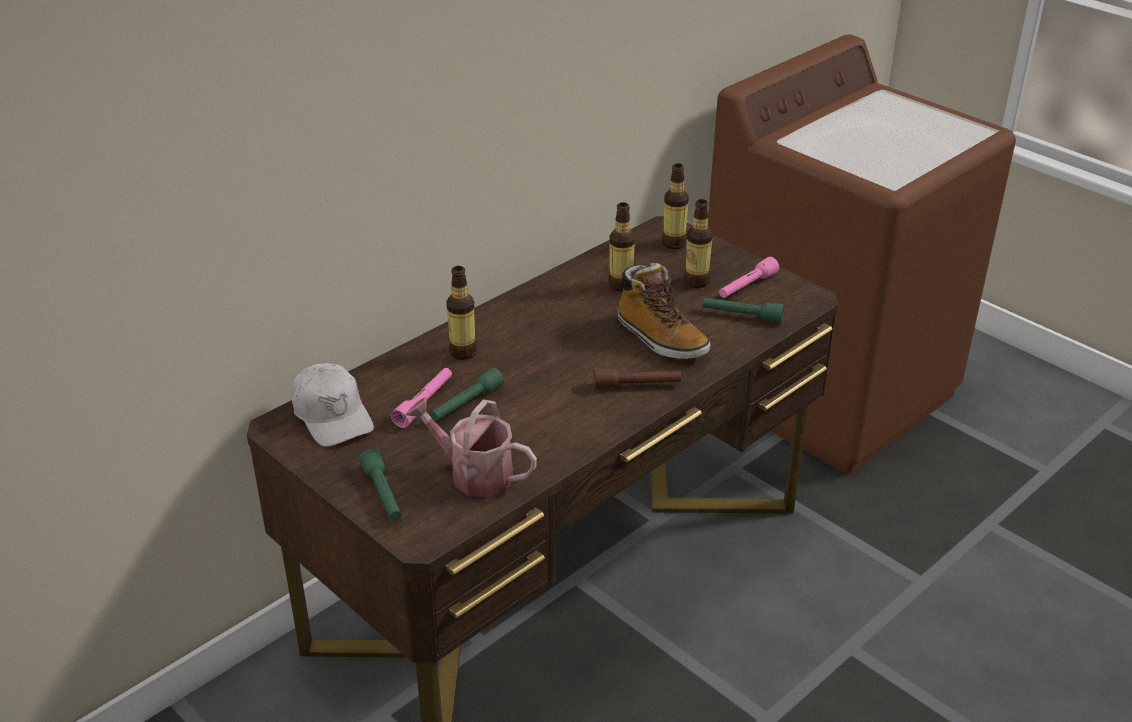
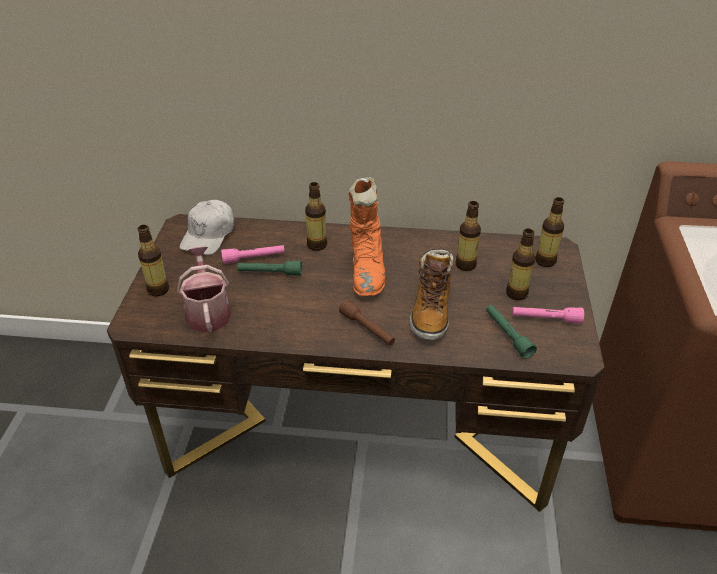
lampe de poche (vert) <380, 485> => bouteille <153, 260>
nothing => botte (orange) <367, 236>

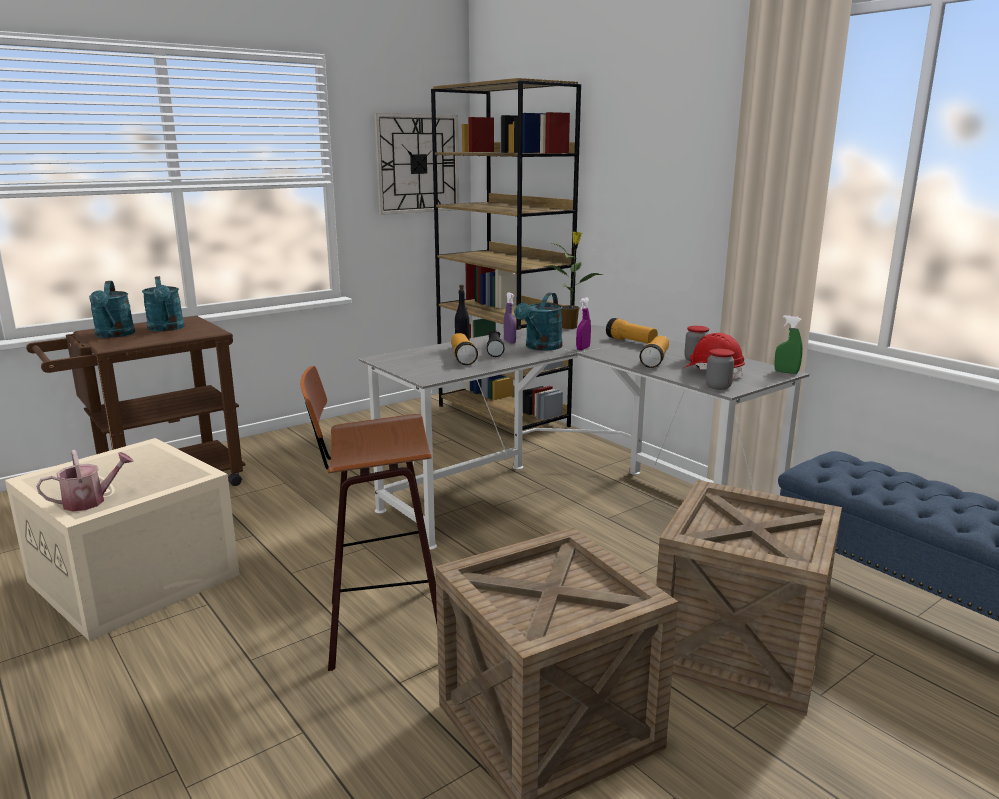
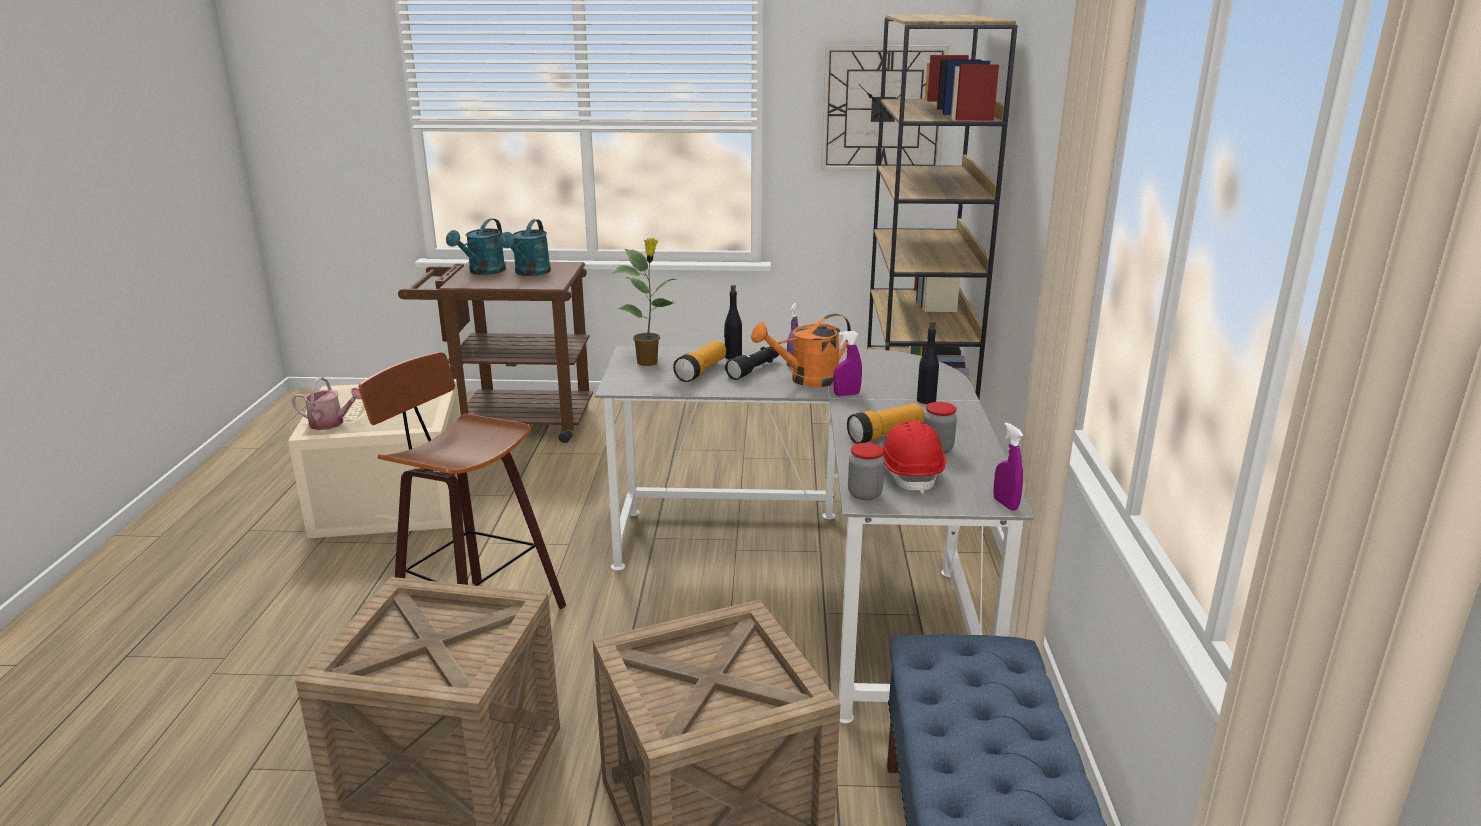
plante en pot <574, 280> => plante en pot <644, 302>, move
arrosoir (turquoise) <538, 322> => arrosoir (orange) <801, 350>
lampe de poche <632, 330> => bouteille (noir) <928, 362>
vaporisateur (vert) <788, 344> => vaporisateur (violet) <1008, 466>

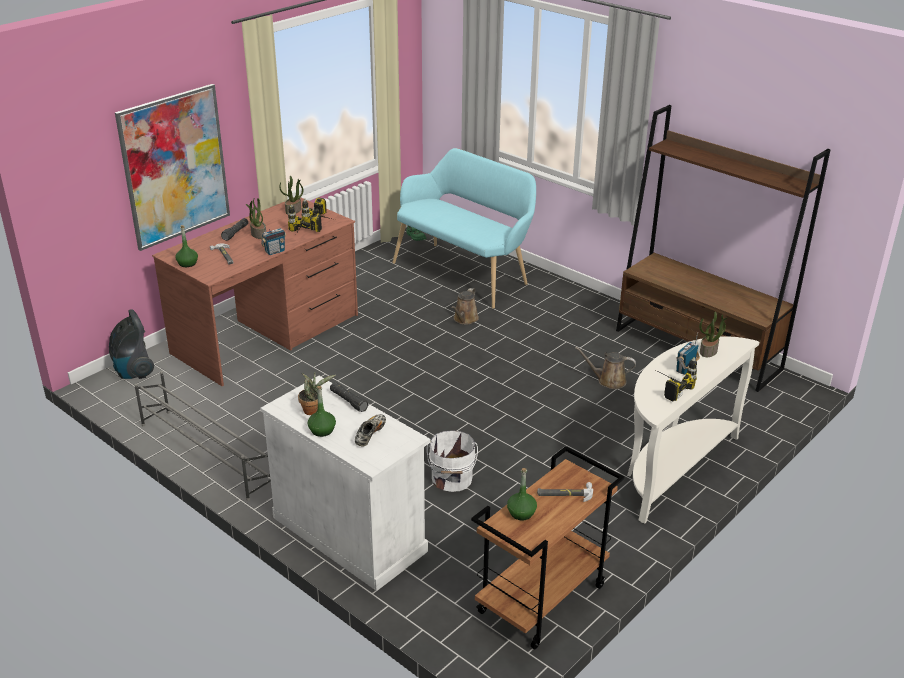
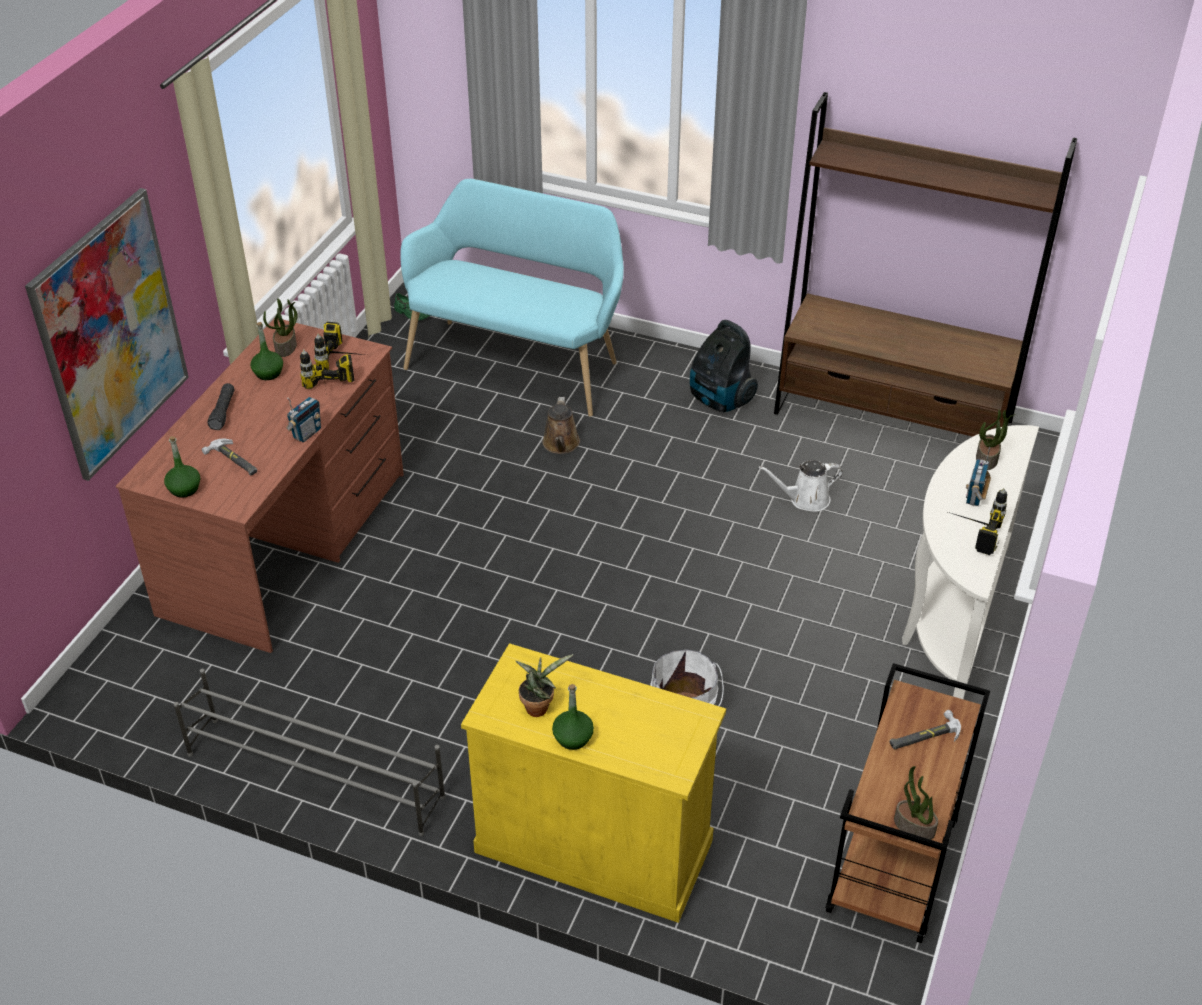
bouteille (vert) <522, 494> => bouteille (vert) <266, 351>, move
meuble de rangement (blanc) <345, 483> => meuble de rangement (jaune) <593, 783>
aspirateur <131, 344> => aspirateur <724, 366>, move
arrosoir (marron) <605, 368> => arrosoir (blanc) <801, 486>
plante en pot <256, 218> => plante en pot <916, 803>, move
lampe de poche (noir) <349, 397> => nothing
chaussure <370, 430> => nothing

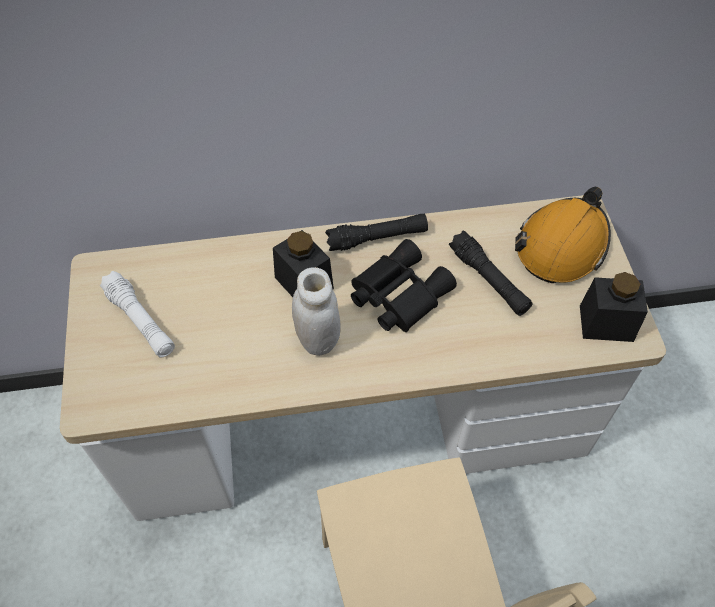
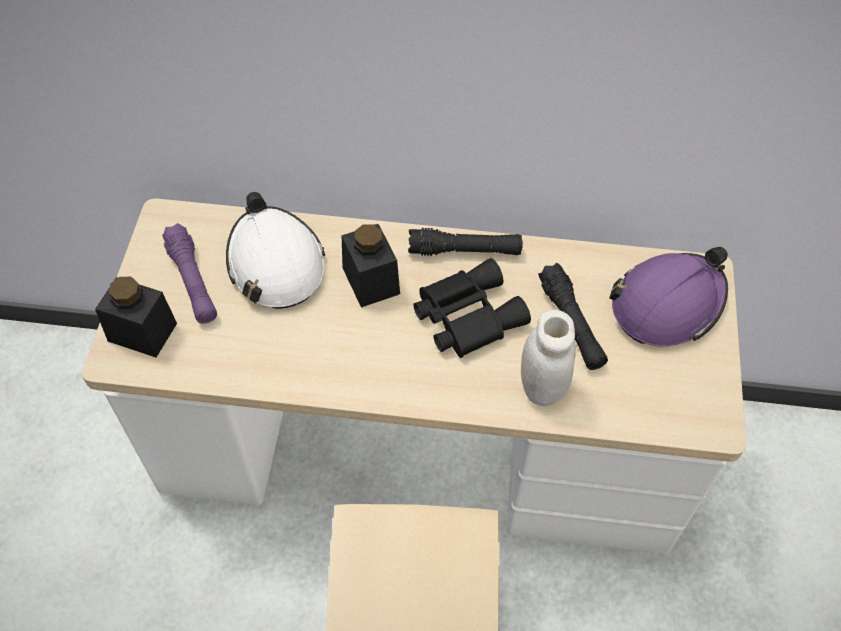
bocal (noir) <614, 307> => bocal (noir) <136, 317>, move
lampe de poche (blanc) <137, 314> => lampe de poche (violet) <189, 273>
nothing => casque de chantier (blanc) <275, 250>
bocal (blanc) <316, 311> => bocal (blanc) <548, 358>, move
casque de chantier (orange) <563, 235> => casque de chantier (violet) <668, 296>

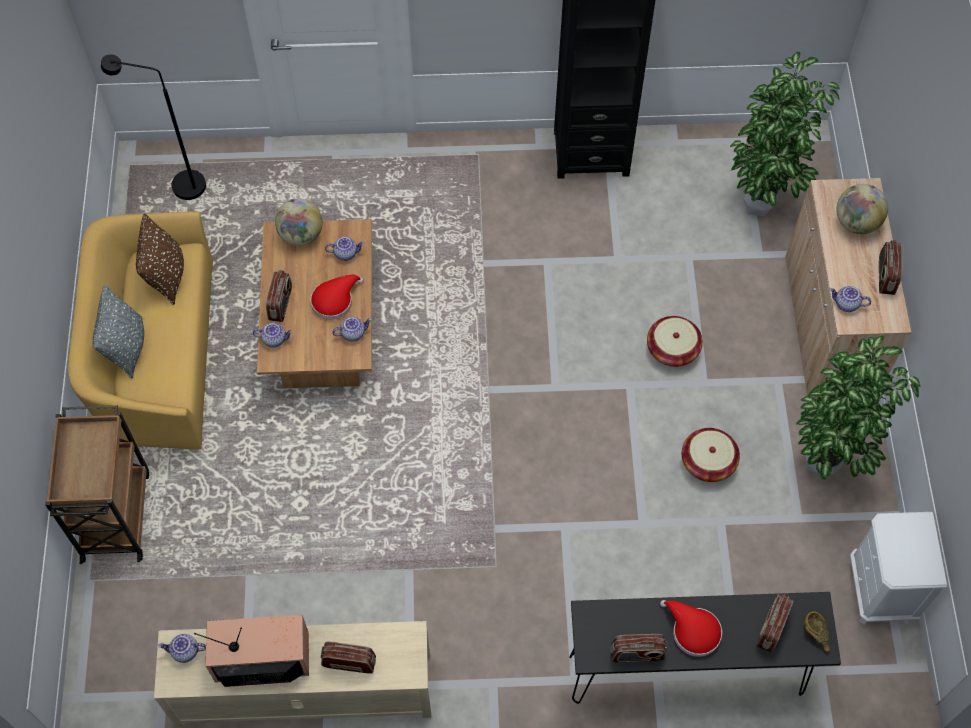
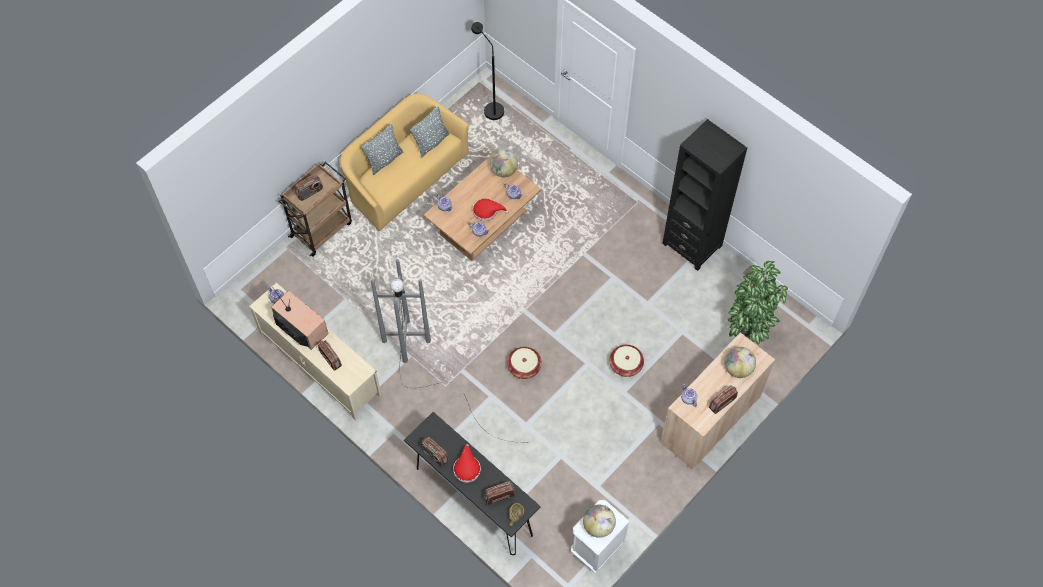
radio <279, 296> => radio <309, 187>, move
nothing => lampadaire (gris) <450, 351>
coussin (marron) <160, 259> => coussin (gris) <429, 132>
panier <711, 455> => panier <524, 363>, move
nothing => globe <599, 521>
plante en pot <858, 407> => nothing

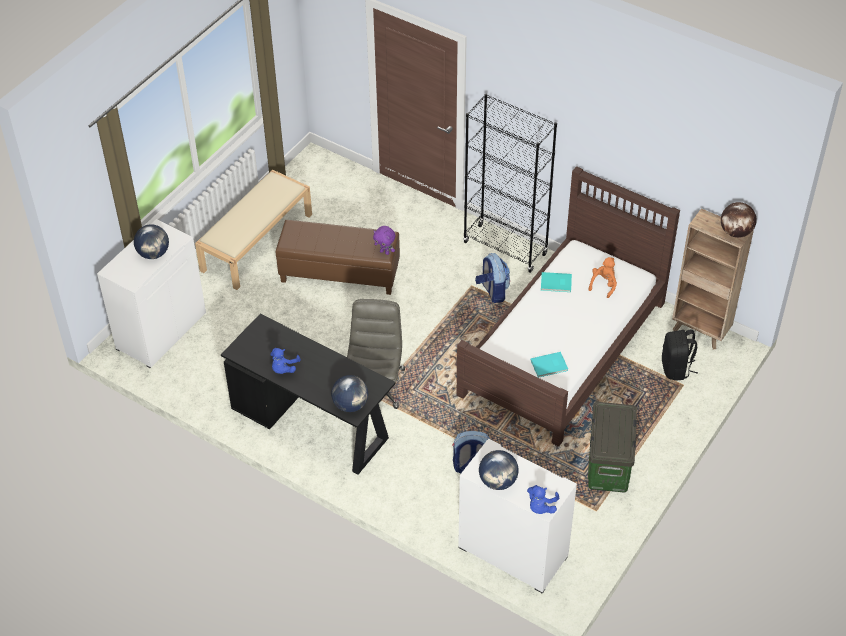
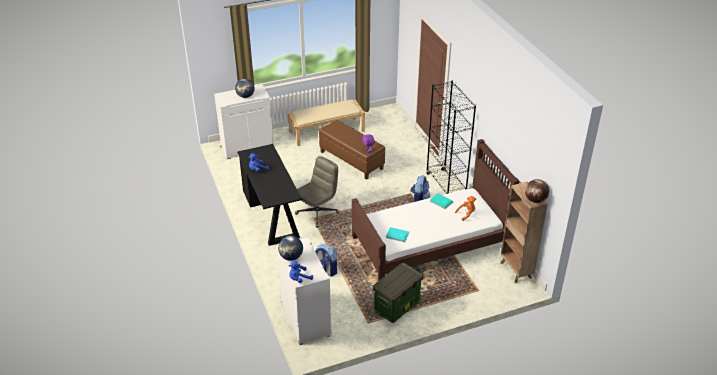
globe <349, 393> => nothing
sac à dos (noir) <680, 354> => nothing

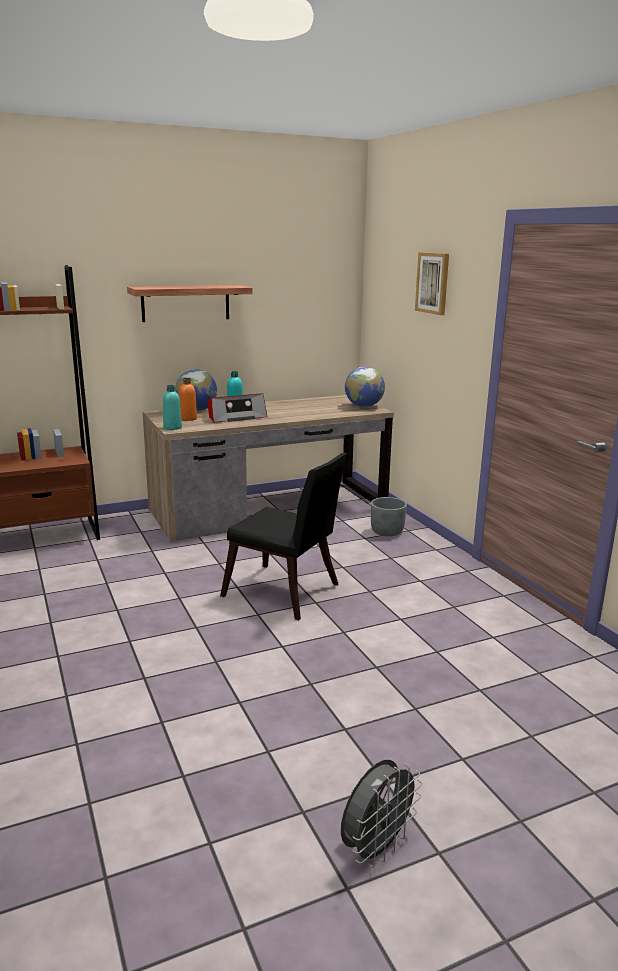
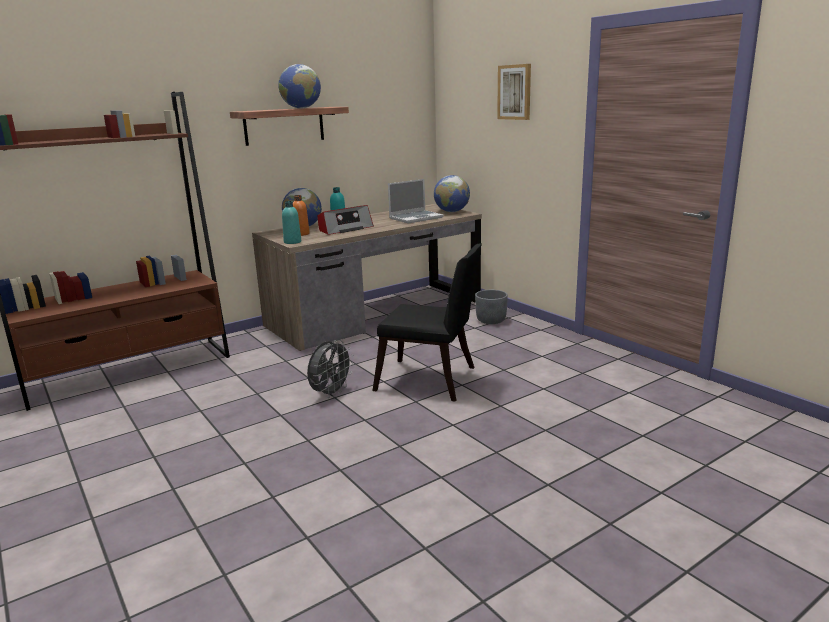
nothing => globe <299, 86>
ventilateur (gris) <381, 813> => ventilateur (gris) <330, 369>, move
nothing => ordinateur portable <416, 201>

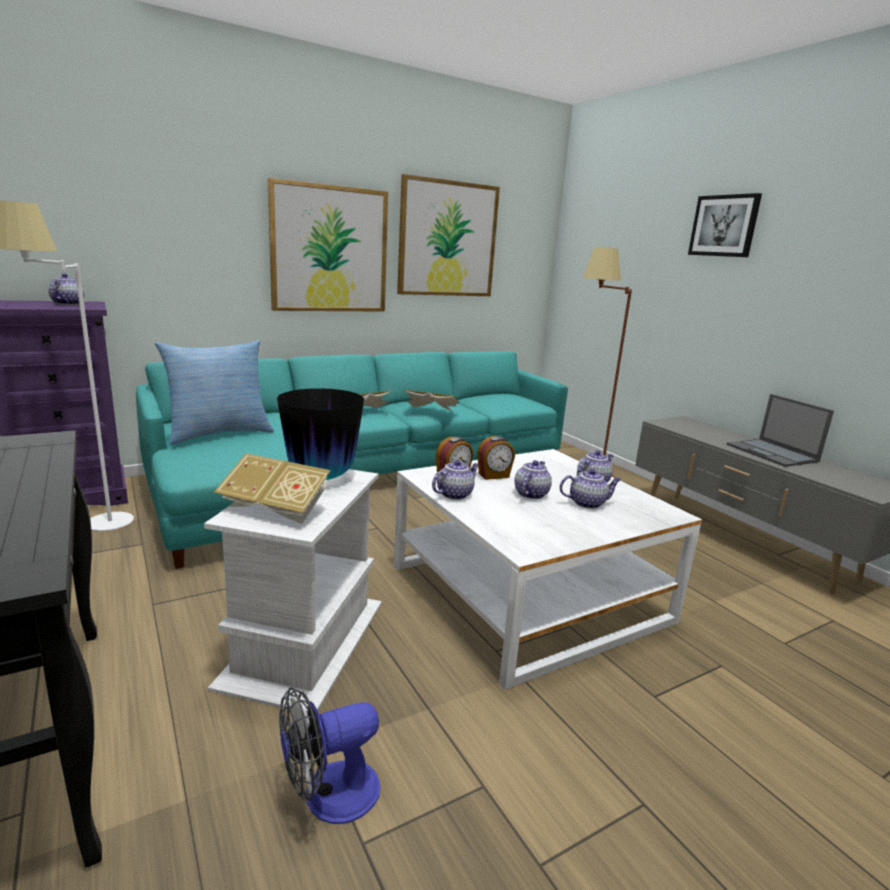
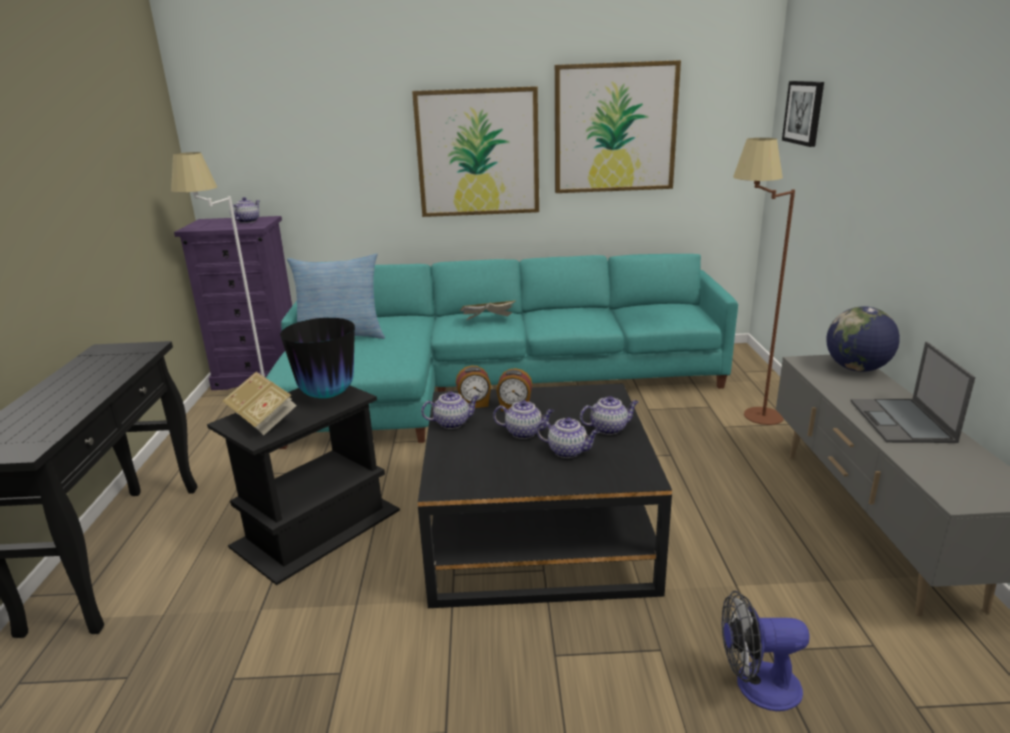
table d'appoint (blanc) <293, 591> => table d'appoint (noir) <303, 485>
table basse (blanc) <548, 569> => table basse (noir) <545, 495>
théière <533, 479> => théière <523, 419>, 45 degrees clockwise
ventilateur <329, 755> => ventilateur <766, 650>, move
tableau <725, 225> => tableau <803, 114>, move
nothing => globe <863, 339>
livre <432, 401> => nothing

